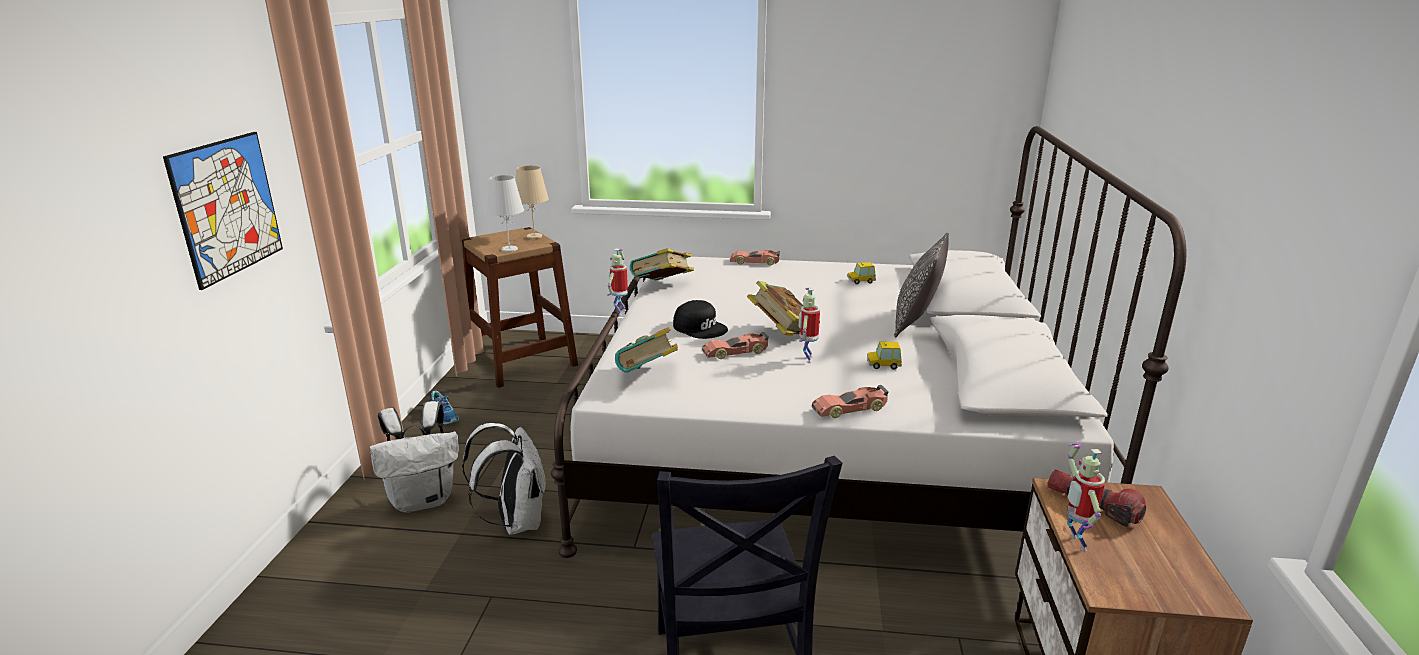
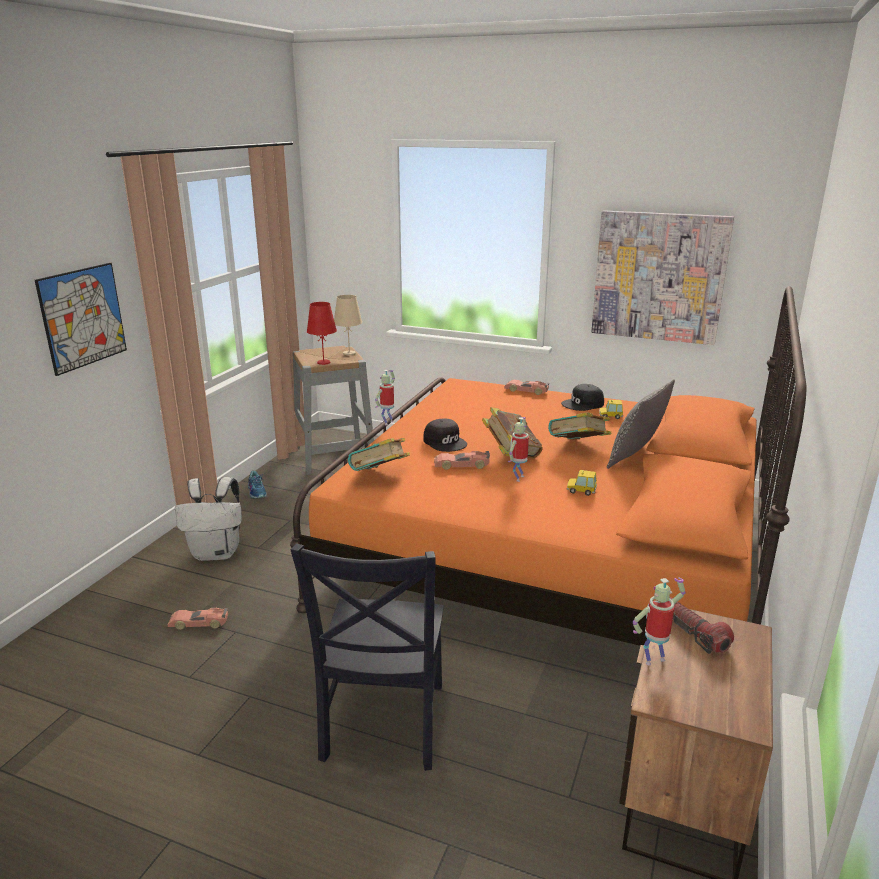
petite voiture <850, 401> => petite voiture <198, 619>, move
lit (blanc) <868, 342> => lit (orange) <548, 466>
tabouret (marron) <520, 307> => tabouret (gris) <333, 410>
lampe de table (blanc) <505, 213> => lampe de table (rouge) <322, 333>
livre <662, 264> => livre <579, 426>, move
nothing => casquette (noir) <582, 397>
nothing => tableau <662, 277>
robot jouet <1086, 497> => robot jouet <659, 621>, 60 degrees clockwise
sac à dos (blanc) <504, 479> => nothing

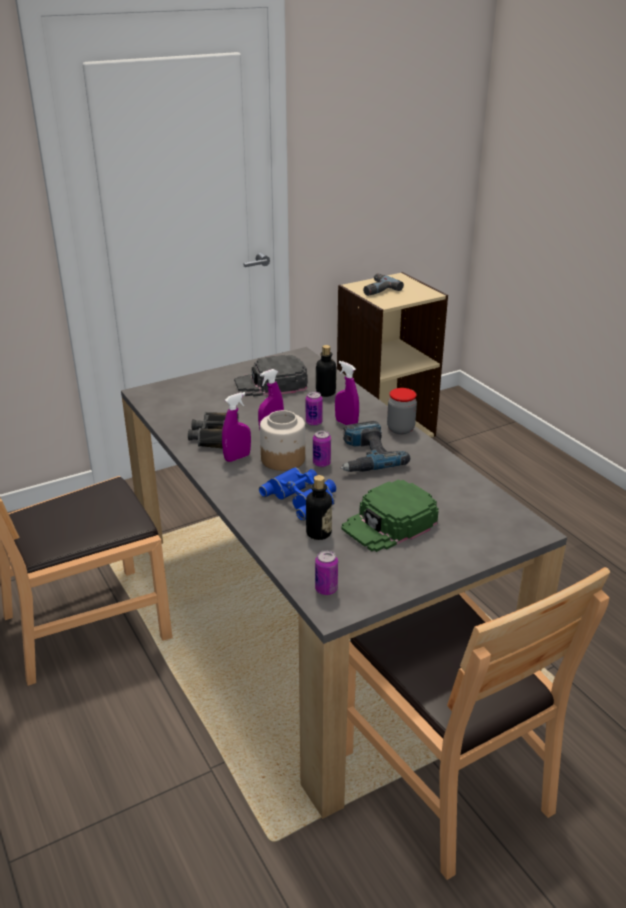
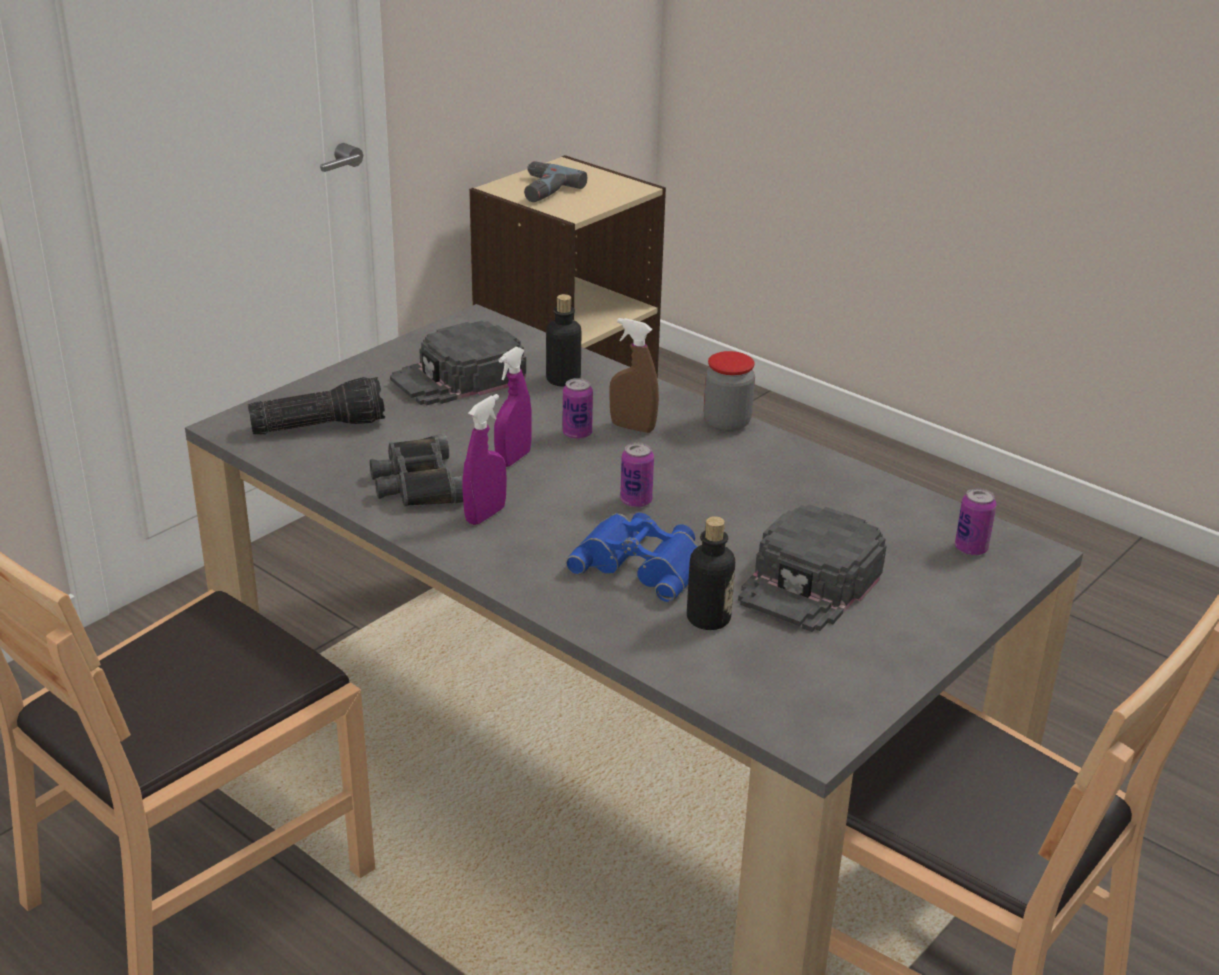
nothing => lampe de poche <316, 405>
vaporisateur (violet) <347, 393> => vaporisateur (marron) <634, 375>
casquette (vert) <390, 515> => casquette (noir) <812, 568>
boîte métallique <326, 572> => boîte métallique <975, 522>, move
bocal <282, 440> => nothing
perceuse <375, 446> => nothing

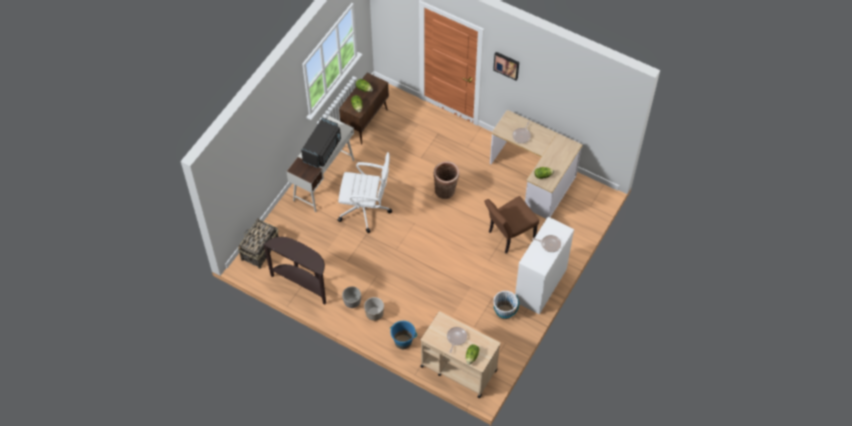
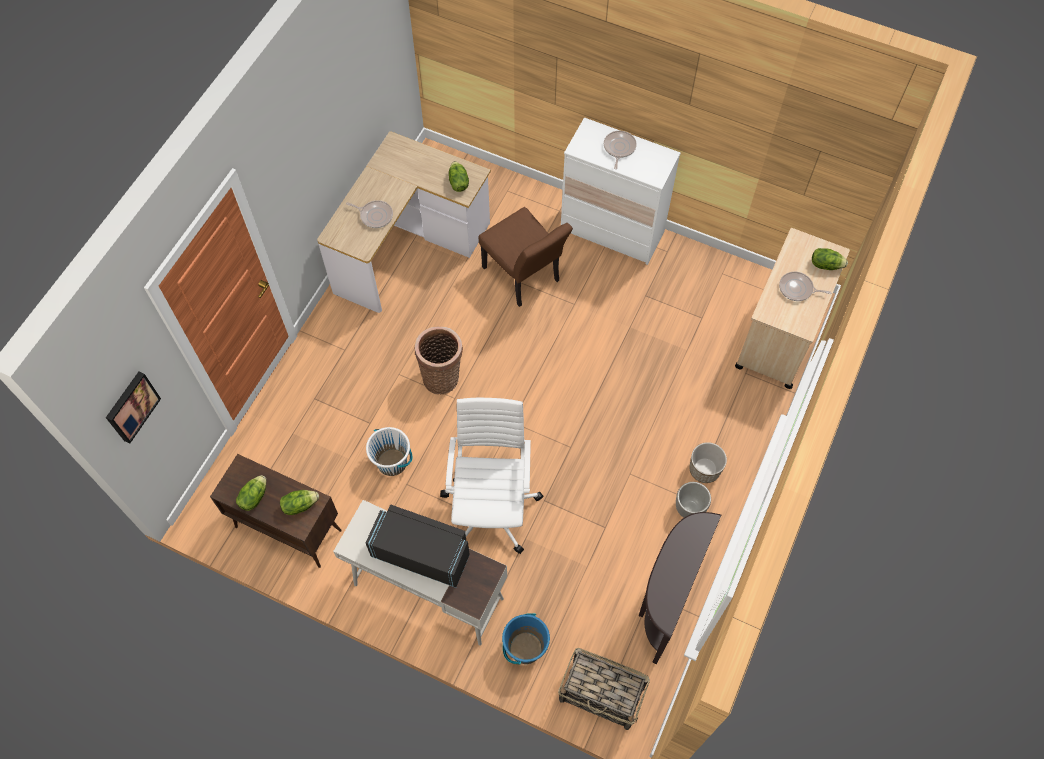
tableau <506, 66> => tableau <133, 408>, move
seau (blanc) <506, 305> => seau (blanc) <389, 451>, move
seau (bleu) <403, 335> => seau (bleu) <526, 639>, move

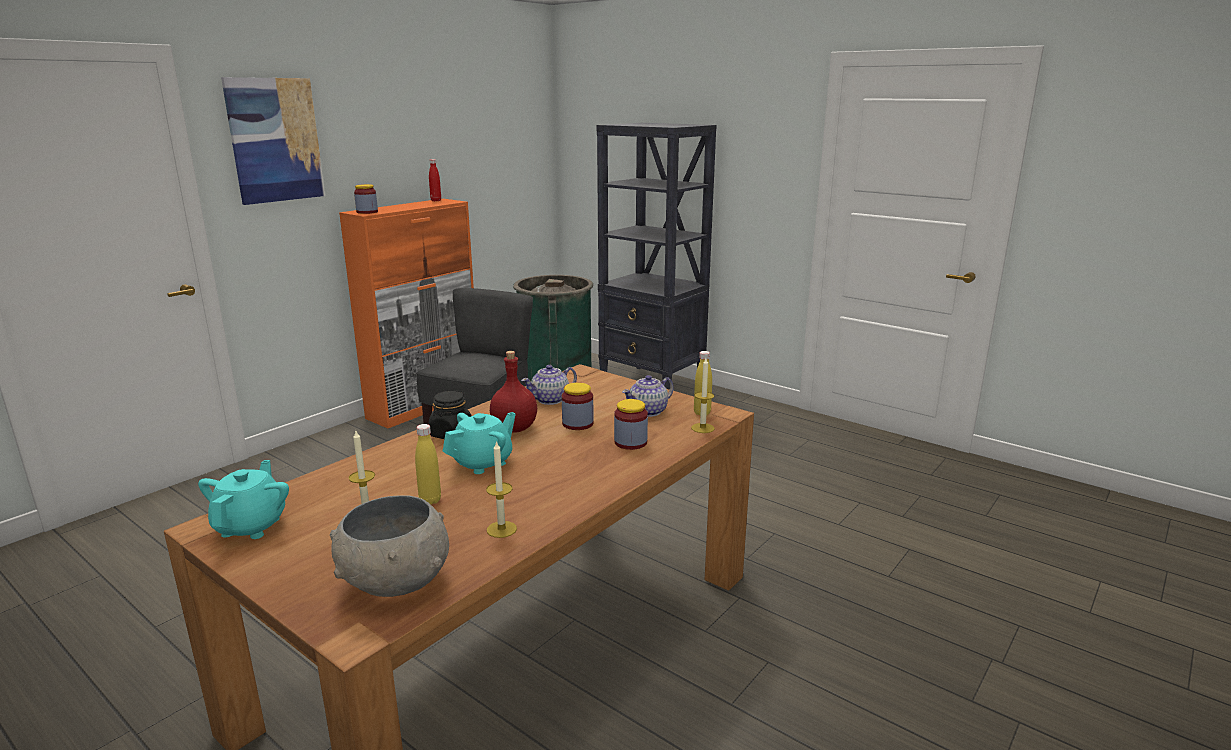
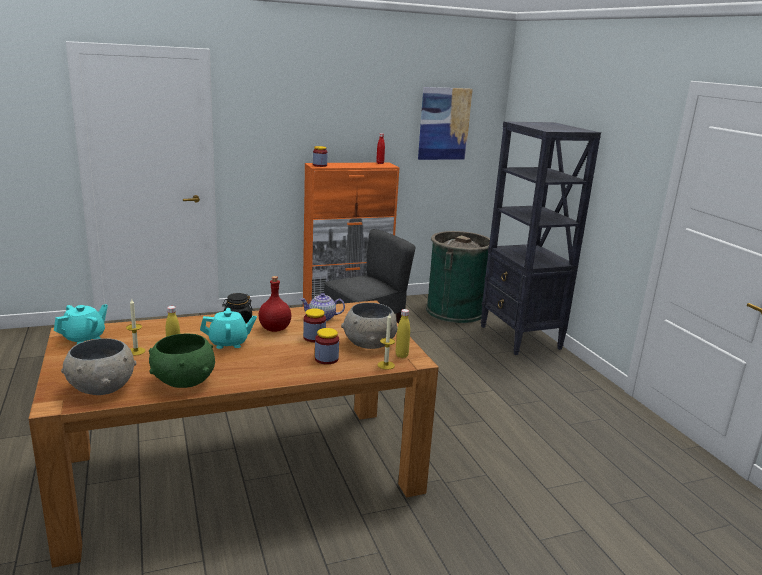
bougie <501, 489> => bol (vert) <182, 361>
théière <648, 396> => bol (gris) <369, 326>
tableau <273, 141> => tableau <445, 123>, move

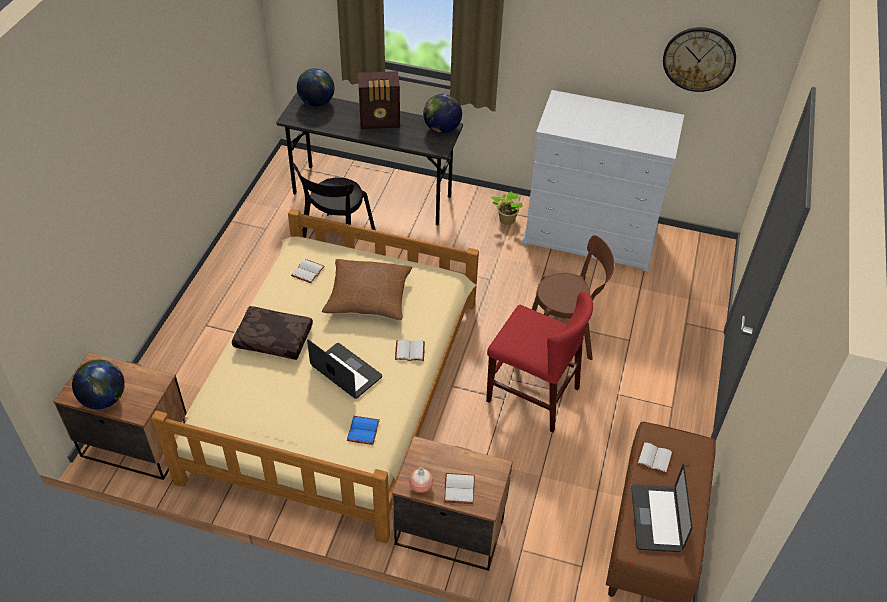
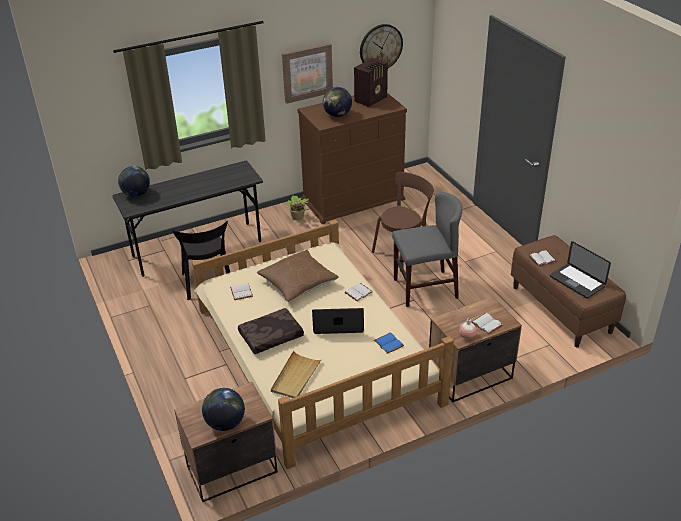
nothing => plateau (beige) <296, 374>
nothing => tableau <307, 73>
commode (blanc) <602, 181> => commode (marron) <352, 158>
globe <442, 113> => globe <337, 102>, move
radio <379, 100> => radio <371, 82>, move
chaise (rouge) <539, 362> => chaise (gris) <427, 249>

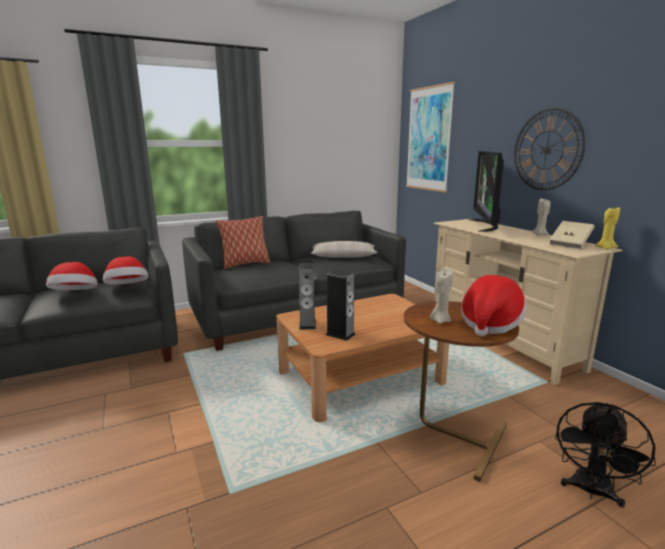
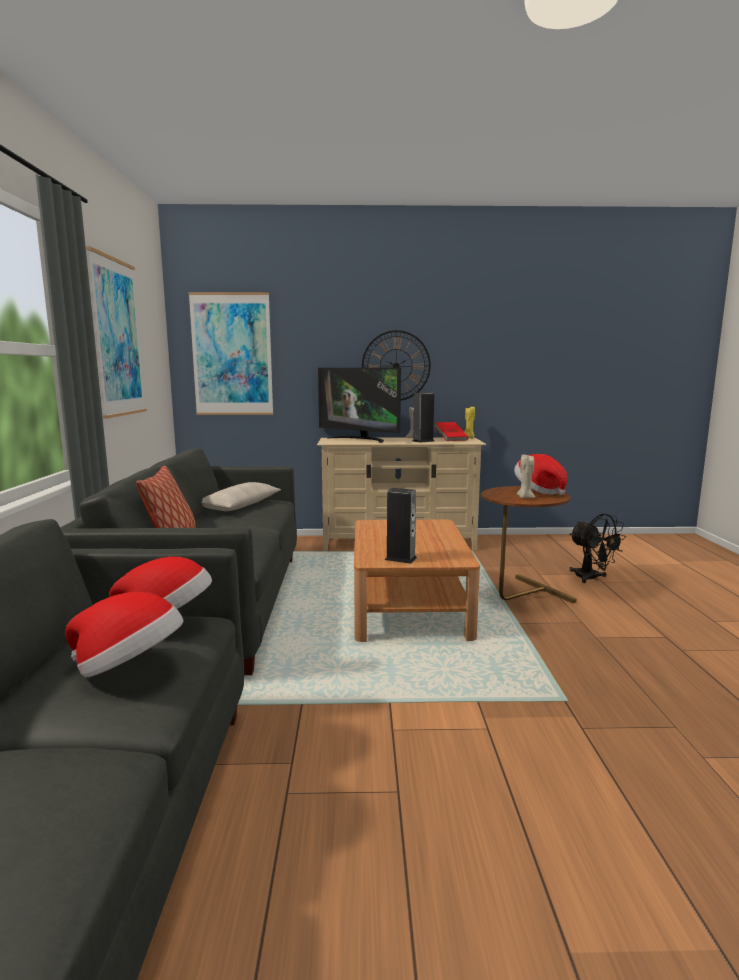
nothing => tableau <116, 333>
enceinte <341, 305> => enceinte <423, 417>, move
livre (beige) <572, 235> => livre (rouge) <451, 431>

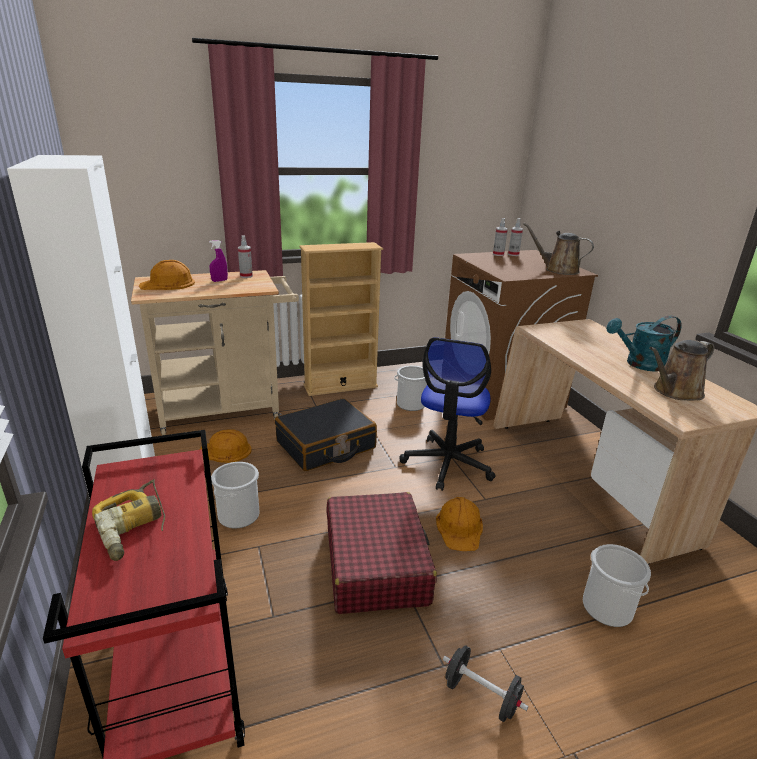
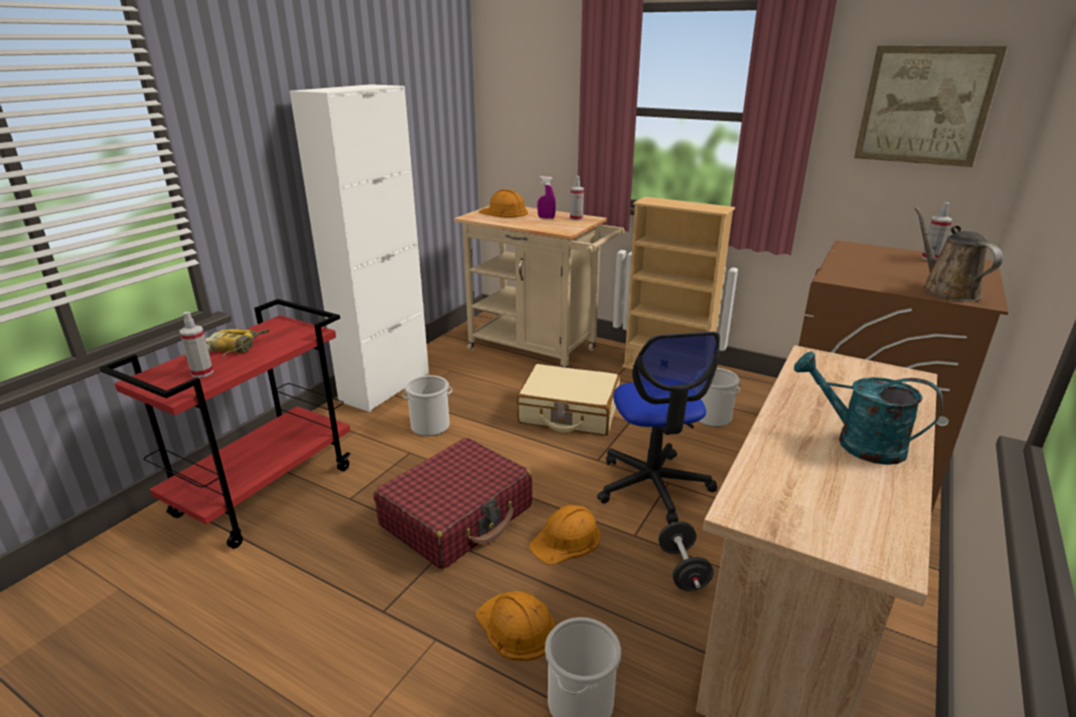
vaporisateur <500, 237> => vaporisateur <196, 345>, move
casque de chantier (orange) <225, 446> => casque de chantier (orange) <515, 626>, move
valise (noir) <326, 434> => valise (beige) <568, 400>
chaise de bureau <447, 414> => chaise de bureau <658, 428>, 75 degrees counterclockwise
haltère (noir) <485, 683> => haltère (noir) <686, 556>, move
nothing => tableau <930, 106>
arrosoir (marron) <681, 370> => nothing

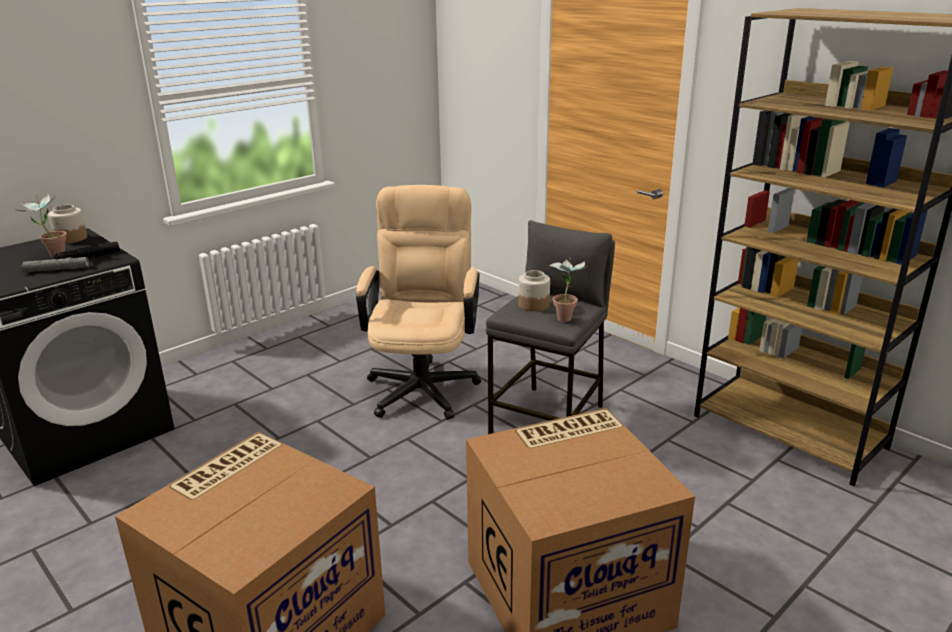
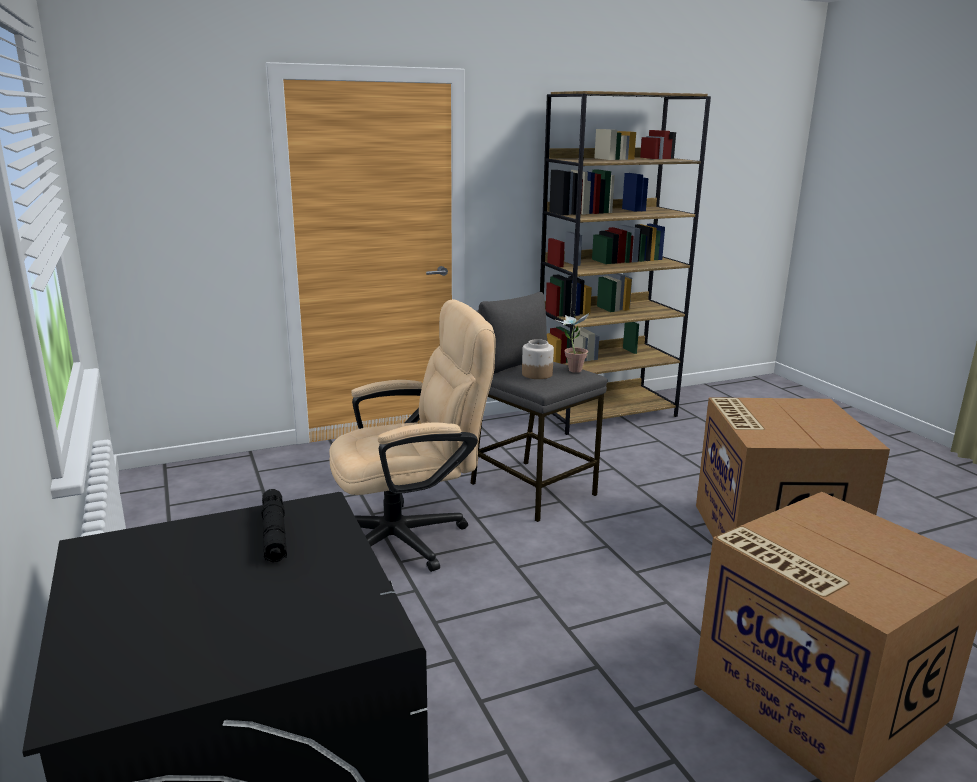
chaise de bureau (beige) <418, 302> => chaise de bureau (beige) <412, 435>, 135 degrees clockwise
plante en pot <40, 225> => nothing
lampe de poche (gris) <54, 265> => nothing
bocal <67, 224> => nothing

